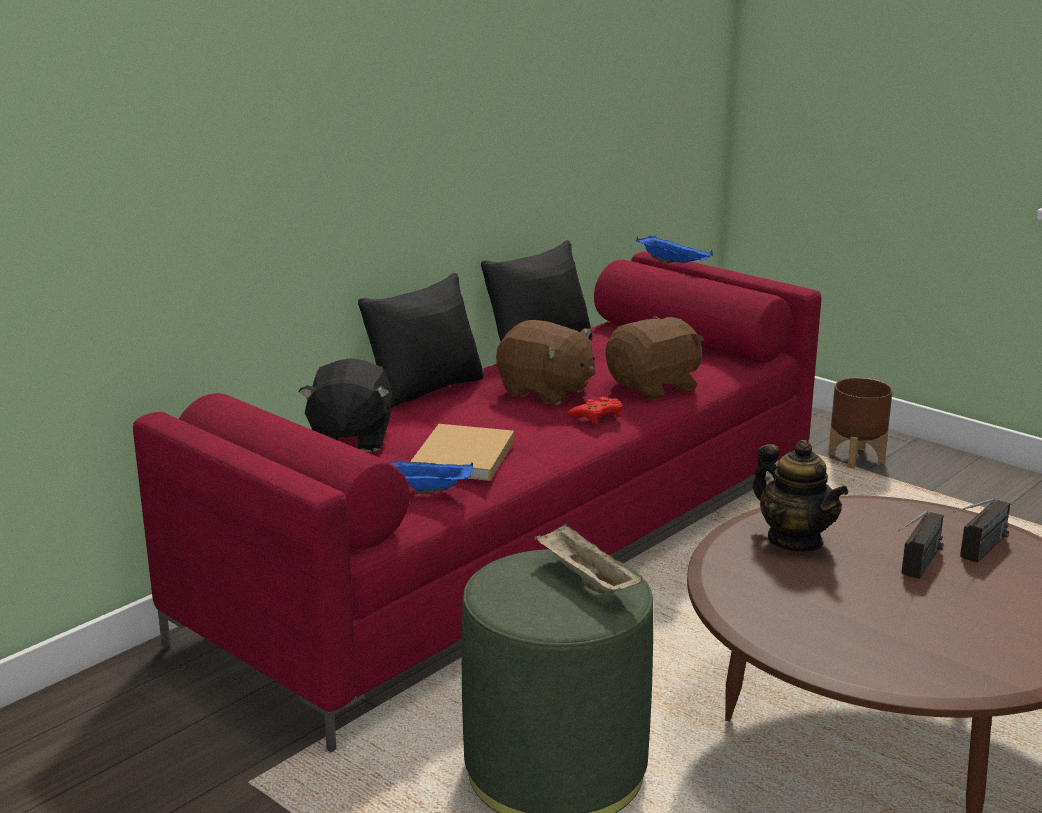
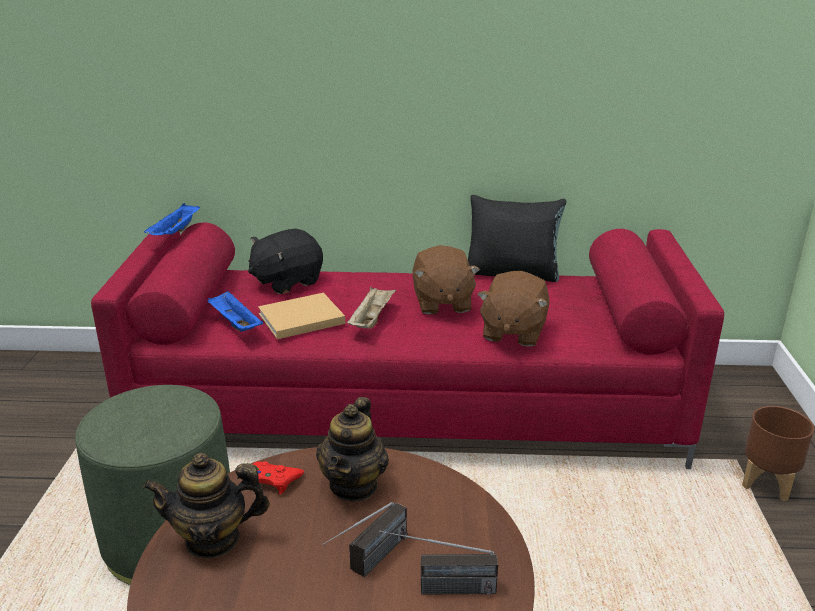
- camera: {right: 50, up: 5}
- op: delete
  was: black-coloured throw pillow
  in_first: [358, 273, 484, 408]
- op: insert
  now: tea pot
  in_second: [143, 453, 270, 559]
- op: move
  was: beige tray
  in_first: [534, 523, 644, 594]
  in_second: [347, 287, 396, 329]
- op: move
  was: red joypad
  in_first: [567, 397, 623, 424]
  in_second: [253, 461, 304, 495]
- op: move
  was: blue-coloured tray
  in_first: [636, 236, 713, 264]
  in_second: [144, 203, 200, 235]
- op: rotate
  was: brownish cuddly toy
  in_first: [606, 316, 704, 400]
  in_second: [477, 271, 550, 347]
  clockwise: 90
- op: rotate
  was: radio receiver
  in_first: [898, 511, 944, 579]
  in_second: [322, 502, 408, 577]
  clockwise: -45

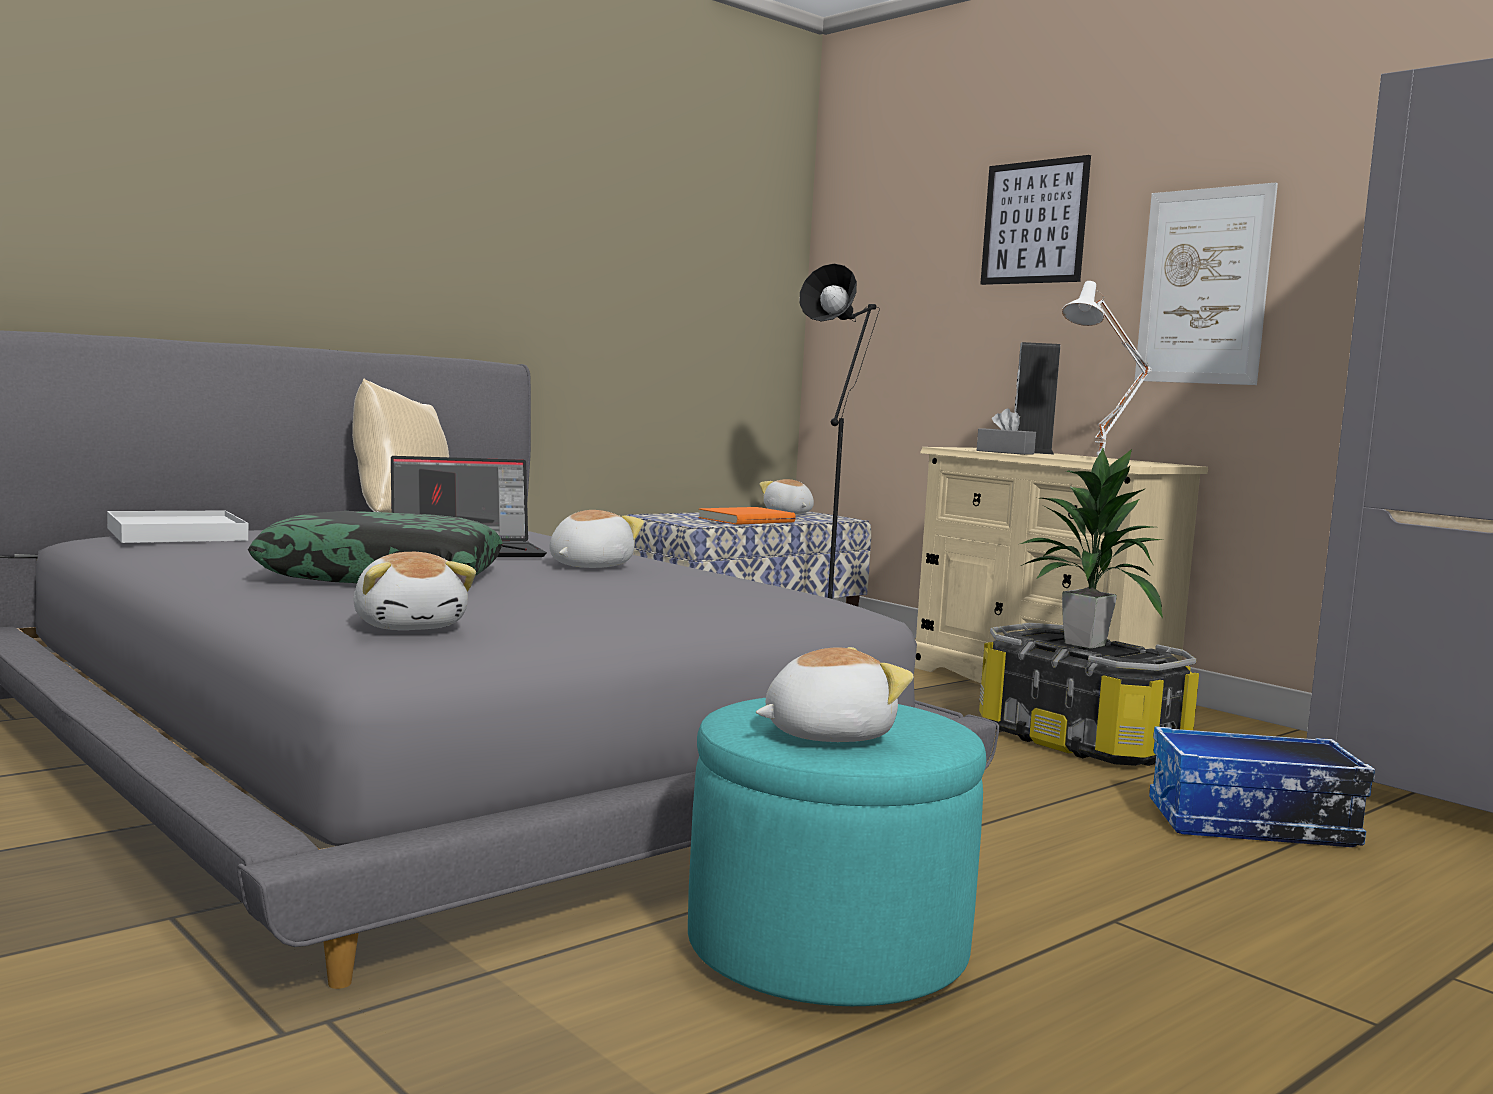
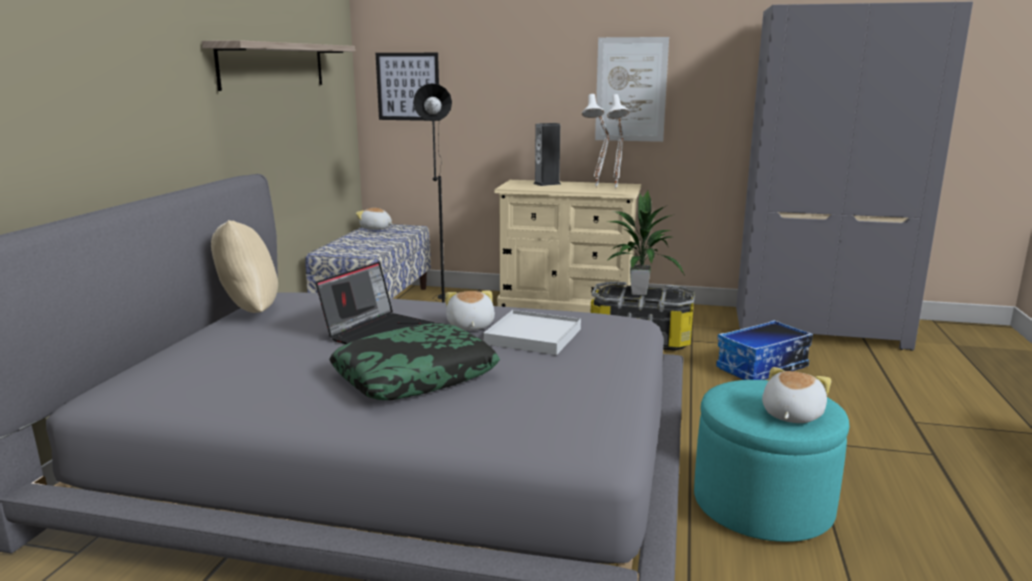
- camera: {right: -35, up: 10}
- op: delete
  was: cuddly toy
  in_first: [353, 552, 476, 630]
- op: delete
  was: orange-coloured volume
  in_first: [698, 507, 796, 525]
- op: delete
  was: greyish tissue holder
  in_first: [977, 408, 1036, 455]
- op: insert
  now: shelf
  in_second: [202, 40, 355, 91]
- op: insert
  now: white tabletop lamp
  in_second: [607, 94, 630, 190]
- op: move
  was: white tray
  in_first: [107, 511, 248, 543]
  in_second: [483, 310, 581, 355]
- op: move
  was: wall art
  in_first: [980, 155, 1091, 285]
  in_second: [376, 53, 440, 121]

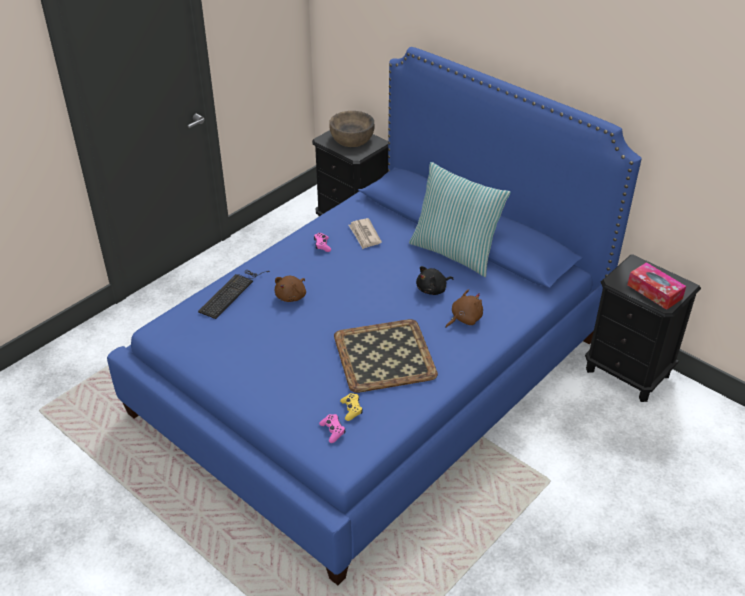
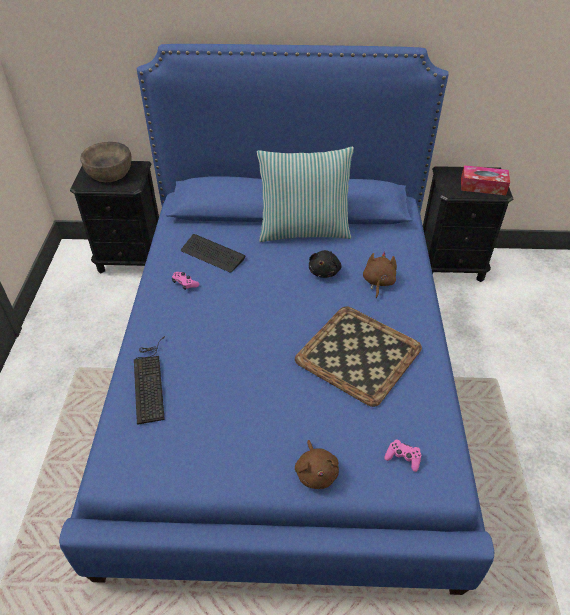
- camera: {right: -40, up: 5}
- op: delete
  was: yellow joypad
  in_first: [340, 393, 363, 421]
- op: move
  was: brownish cuddly toy
  in_first: [274, 276, 306, 302]
  in_second: [295, 440, 339, 489]
- op: replace
  was: newspaper
  now: PC keyboard
  in_first: [348, 218, 382, 249]
  in_second: [181, 234, 246, 273]

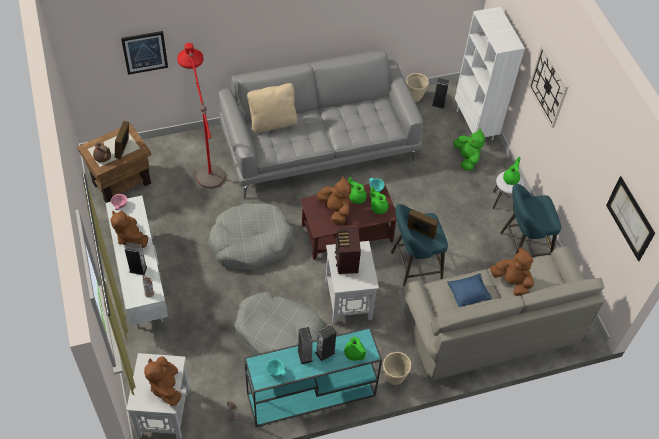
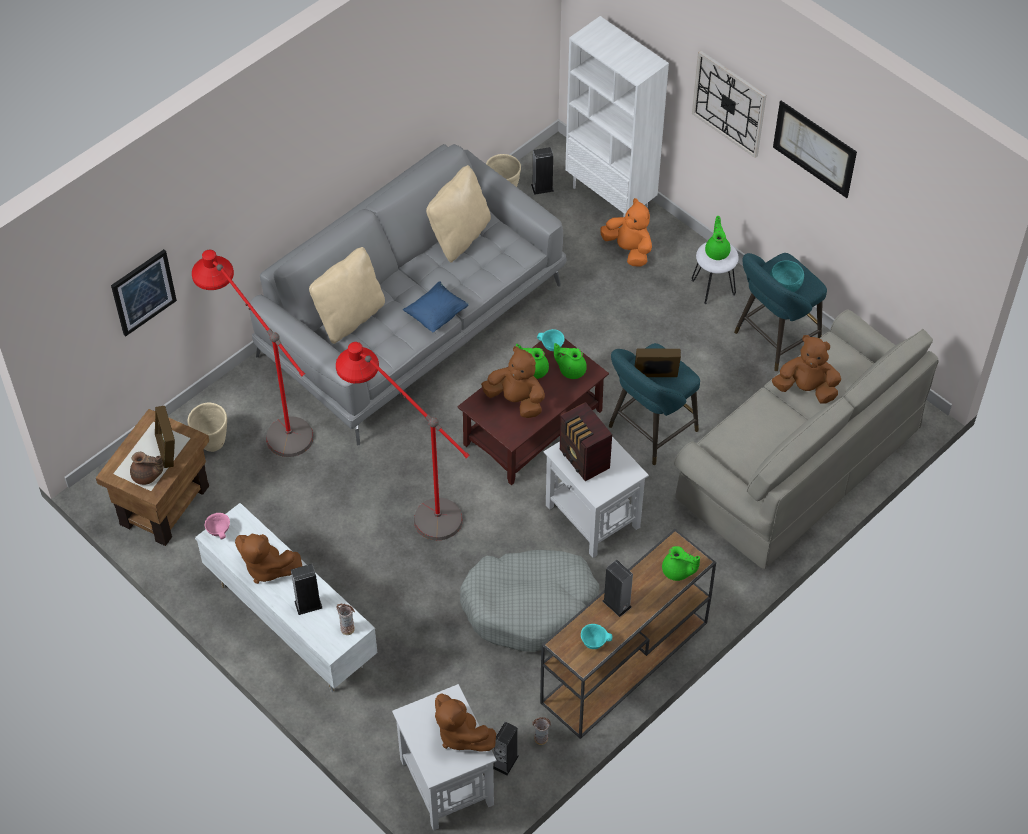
- camera: {right: -25, up: 0}
- op: insert
  now: beige throw pillow
  in_second: [426, 165, 491, 263]
- op: insert
  now: blue-green bowl
  in_second: [770, 260, 804, 292]
- op: move
  was: speaker
  in_first: [315, 325, 336, 361]
  in_second: [493, 722, 519, 776]
- op: move
  was: beige flower pot
  in_first: [383, 352, 411, 385]
  in_second: [187, 403, 227, 452]
- op: move
  was: blue-coloured throw pillow
  in_first: [447, 273, 492, 307]
  in_second: [403, 281, 469, 332]
- op: move
  was: wall art
  in_first: [606, 176, 655, 261]
  in_second: [773, 101, 857, 198]
- op: replace
  was: greyish dog bed
  now: red floor lamp
  in_first: [208, 203, 294, 270]
  in_second: [336, 342, 470, 540]
- op: recolor
  was: blue-green narrow table
  now: brownish narrow table
  in_first: [244, 327, 382, 427]
  in_second: [540, 529, 716, 739]
- op: recolor
  was: green cuddly toy
  now: orange-coloured cuddly toy
  in_first: [453, 128, 485, 171]
  in_second: [601, 198, 652, 267]

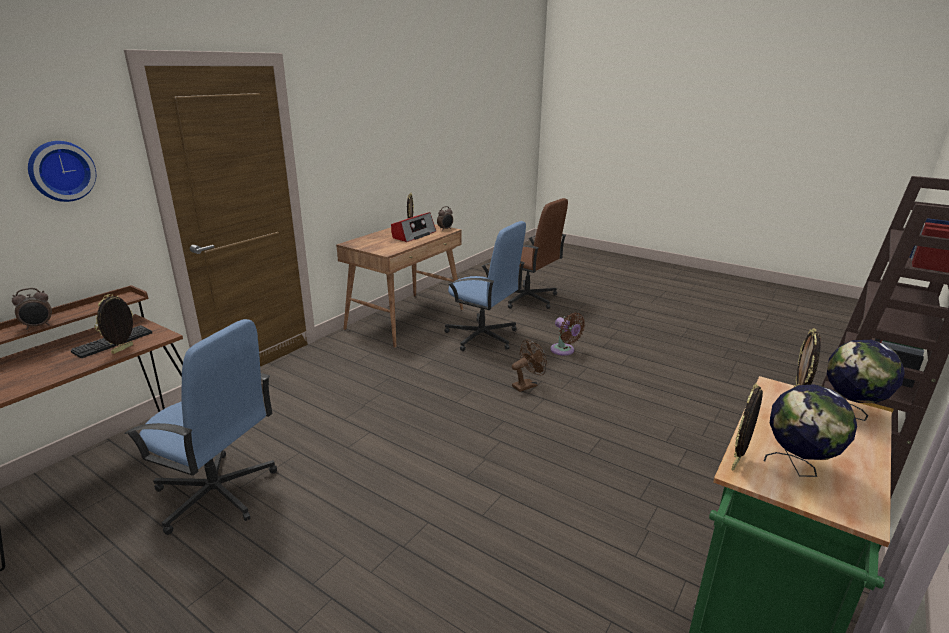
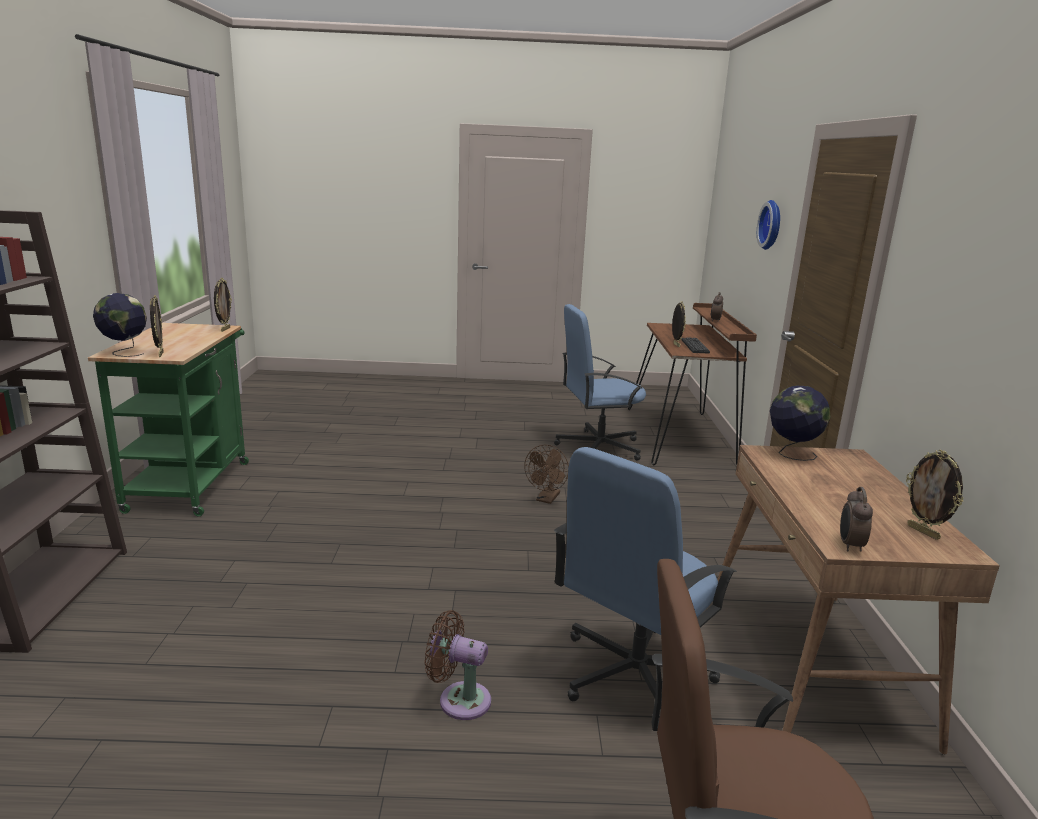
- camera: {right: 145, up: -5}
- op: delete
  was: radio receiver
  in_first: [391, 212, 436, 242]
- op: move
  was: brownish fan
  in_first: [512, 339, 547, 392]
  in_second: [524, 445, 569, 504]
- op: move
  was: world globe
  in_first: [764, 384, 857, 477]
  in_second: [770, 386, 831, 461]
- op: rotate
  was: blue-coloured office chair
  in_first: [444, 221, 526, 351]
  in_second: [554, 447, 737, 709]
  clockwise: -45

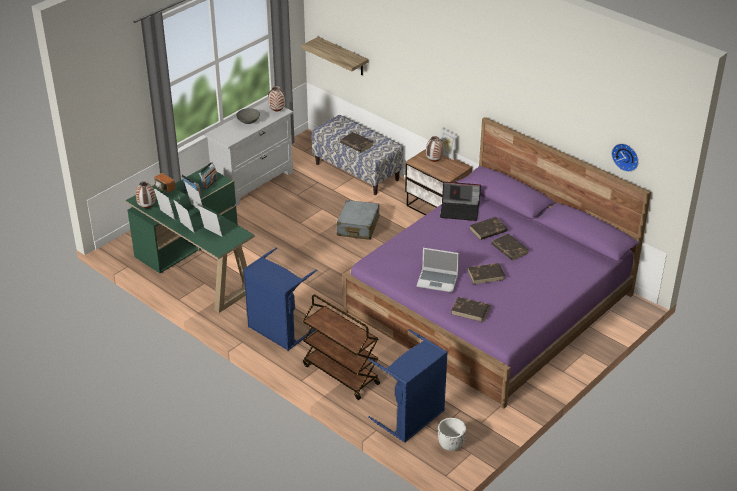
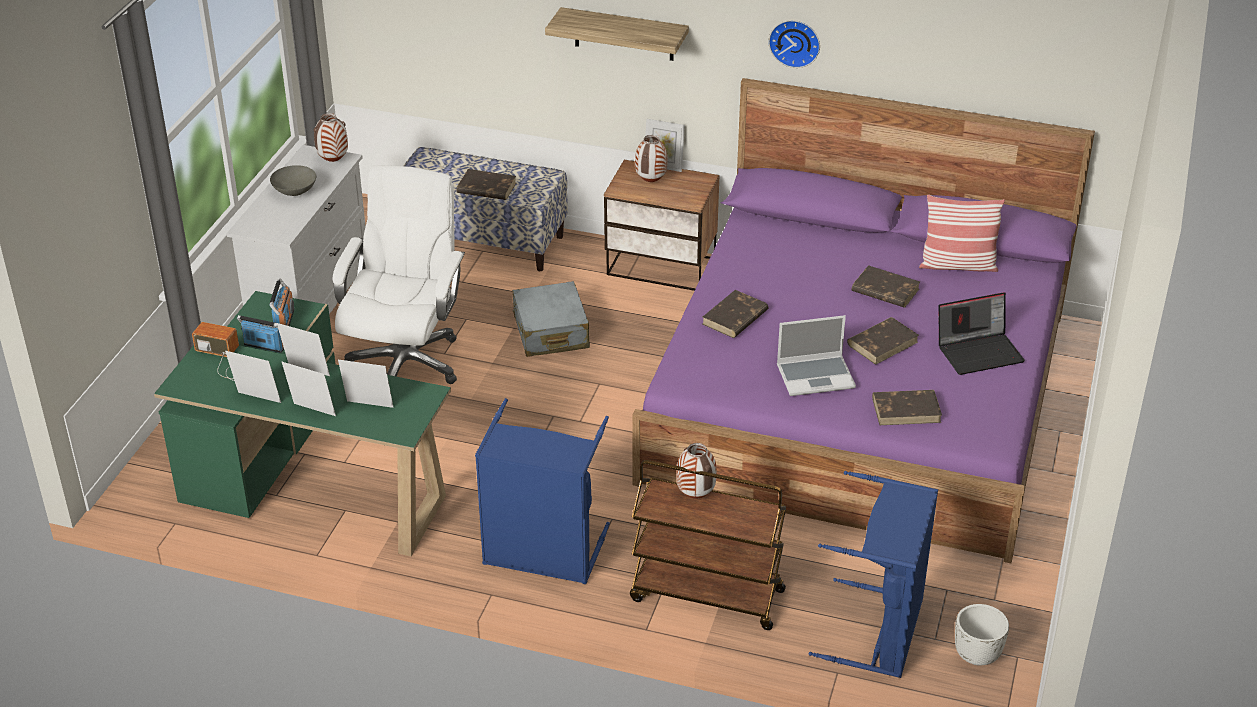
- camera: {right: -25, up: 0}
- op: insert
  now: white office chair
  in_second: [333, 165, 465, 384]
- op: insert
  now: throw pillow
  in_second: [919, 194, 1005, 272]
- op: move
  was: decorative vase
  in_first: [136, 181, 155, 208]
  in_second: [676, 443, 717, 499]
- op: move
  was: shelf
  in_first: [301, 37, 369, 75]
  in_second: [545, 7, 689, 61]
- op: move
  was: portable computer
  in_first: [440, 182, 481, 221]
  in_second: [938, 292, 1025, 375]
- op: move
  was: brownish volume
  in_first: [470, 217, 507, 240]
  in_second: [702, 290, 768, 338]
- op: move
  was: hanging clock
  in_first: [612, 143, 639, 172]
  in_second: [768, 20, 820, 68]

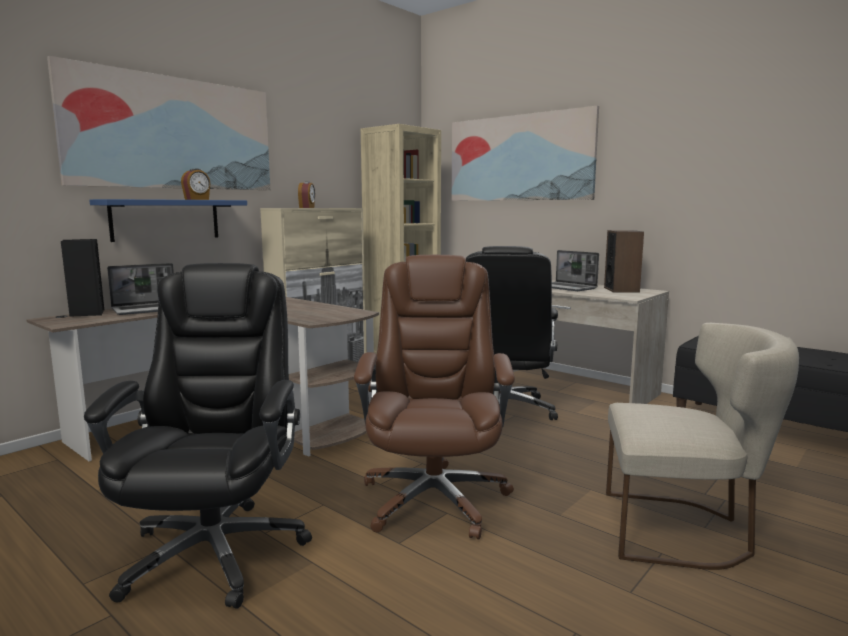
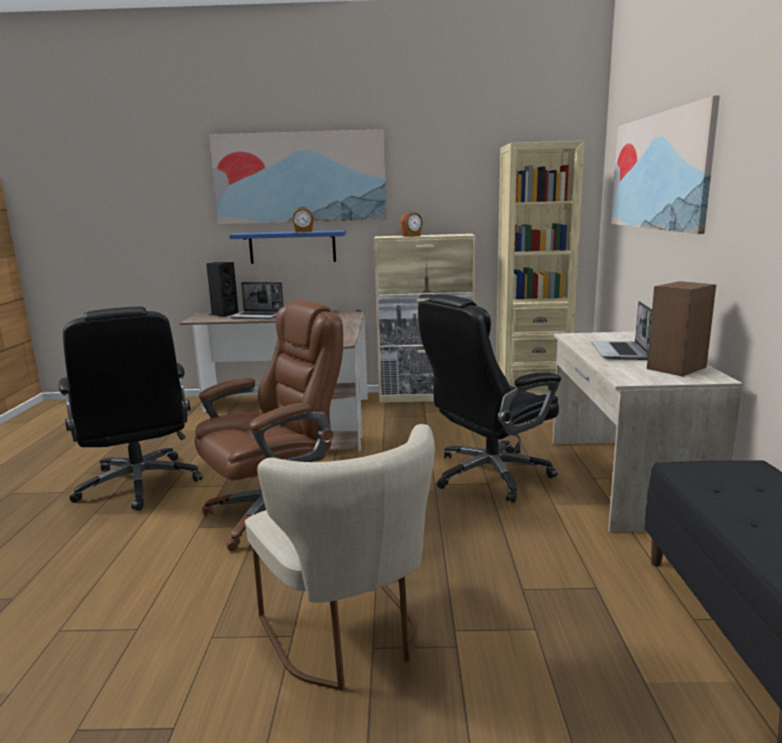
- camera: {right: 50, up: 5}
- op: rotate
  was: black-coloured office chair
  in_first: [84, 263, 312, 609]
  in_second: [58, 307, 203, 510]
  clockwise: 105

